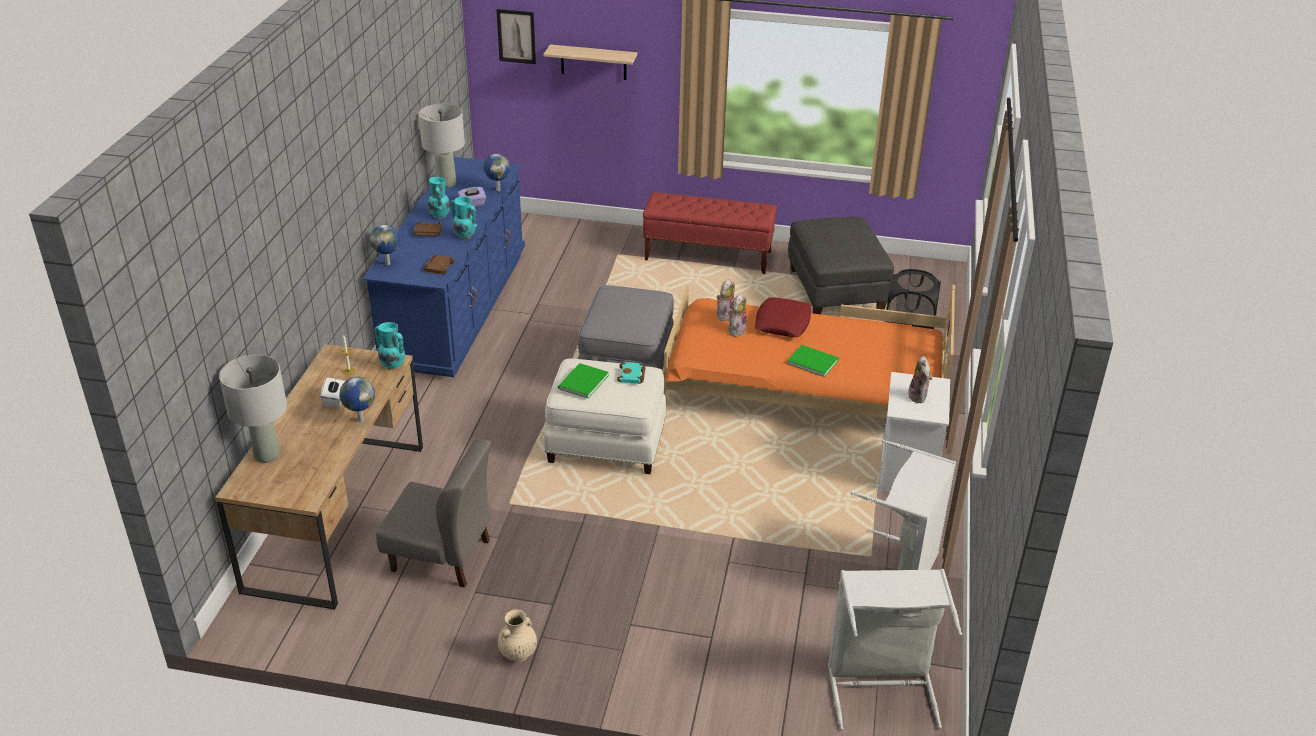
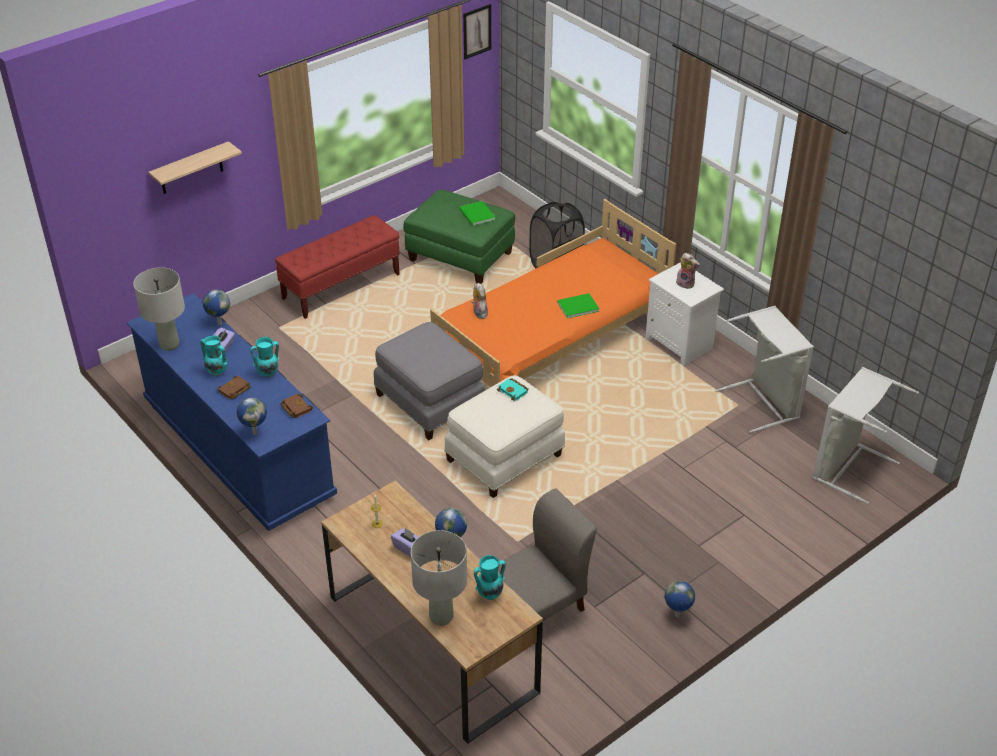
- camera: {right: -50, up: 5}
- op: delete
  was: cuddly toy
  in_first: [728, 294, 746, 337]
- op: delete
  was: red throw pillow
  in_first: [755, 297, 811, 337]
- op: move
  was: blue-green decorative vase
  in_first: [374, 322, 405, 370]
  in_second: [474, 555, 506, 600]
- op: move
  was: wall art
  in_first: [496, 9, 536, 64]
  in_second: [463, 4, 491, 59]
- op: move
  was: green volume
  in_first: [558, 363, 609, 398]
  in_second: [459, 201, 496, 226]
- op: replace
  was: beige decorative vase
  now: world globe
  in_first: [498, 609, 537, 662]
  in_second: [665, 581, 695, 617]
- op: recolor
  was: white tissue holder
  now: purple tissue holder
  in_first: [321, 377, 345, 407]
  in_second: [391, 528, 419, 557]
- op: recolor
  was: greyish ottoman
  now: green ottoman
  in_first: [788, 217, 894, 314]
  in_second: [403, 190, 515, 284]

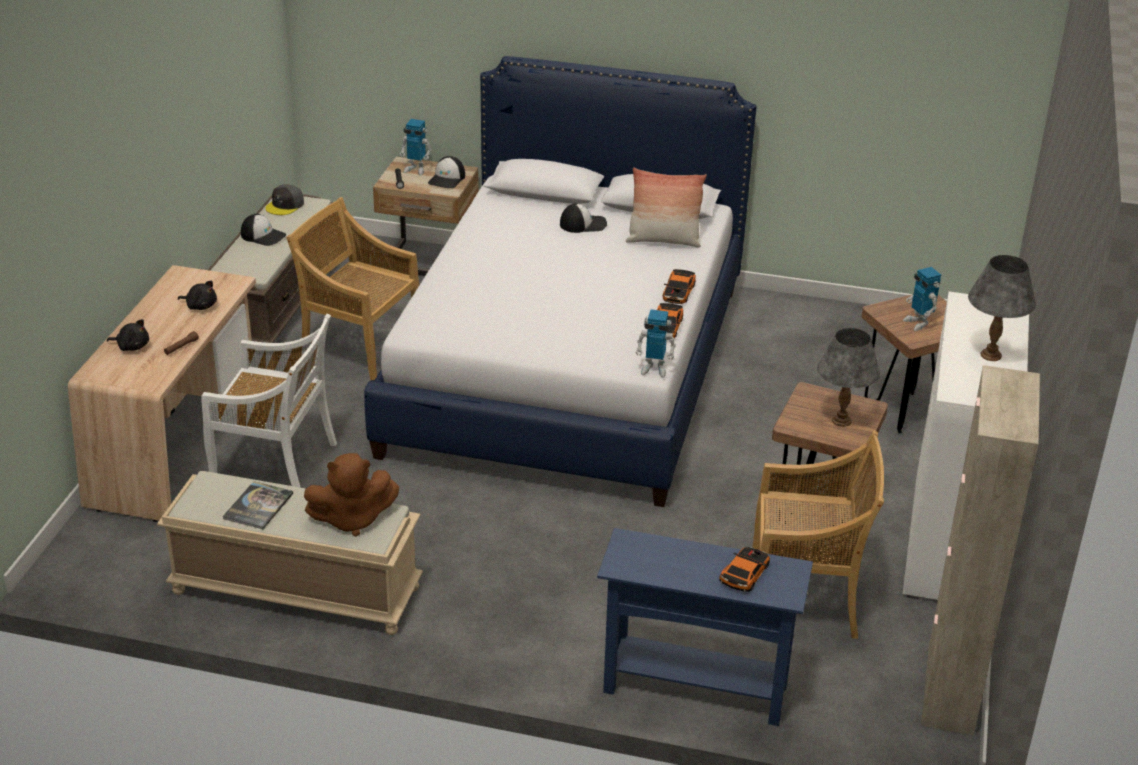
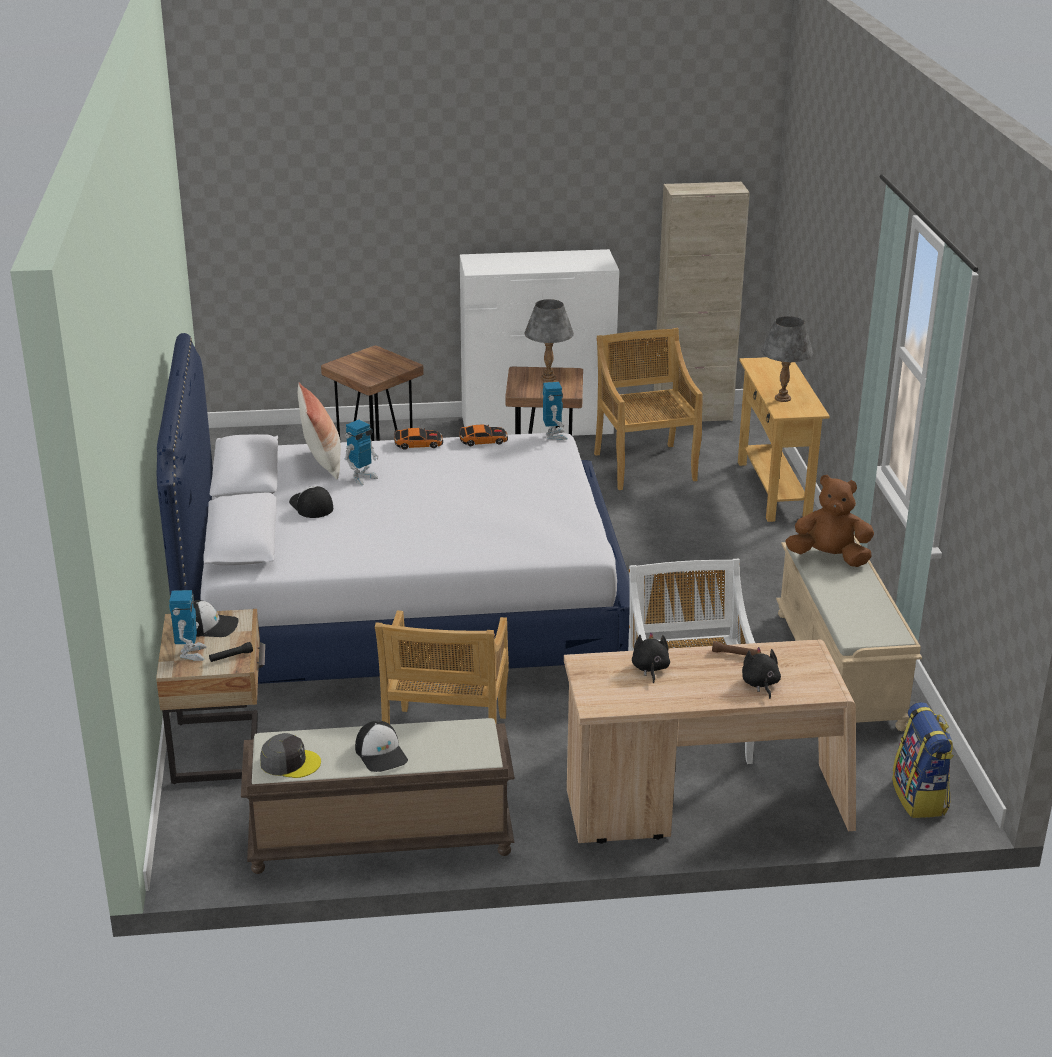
- camera: {right: -110, up: -5}
- op: delete
  was: volume
  in_first: [222, 481, 293, 529]
- op: delete
  was: toy car
  in_first: [719, 547, 770, 592]
- op: insert
  now: backpack
  in_second: [892, 702, 954, 818]
- op: move
  was: toy robot
  in_first: [903, 267, 941, 331]
  in_second: [345, 420, 378, 485]
- op: move
  was: greyish tabletop lamp
  in_first: [968, 255, 1036, 361]
  in_second: [761, 316, 813, 402]
- op: recolor
  was: blue-coloured narrow table
  now: beige narrow table
  in_first: [597, 528, 813, 726]
  in_second: [738, 357, 830, 522]
- op: rotate
  was: peaked cap
  in_first: [241, 214, 286, 246]
  in_second: [355, 721, 408, 772]
  clockwise: 150
- op: rotate
  was: brownish cuddly toy
  in_first: [304, 453, 399, 537]
  in_second: [785, 475, 874, 567]
  clockwise: -45

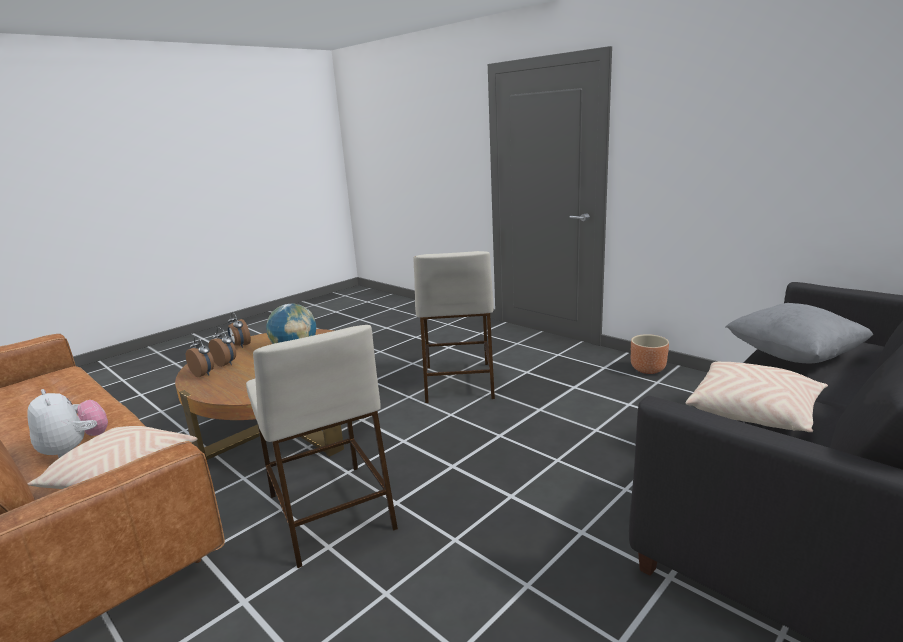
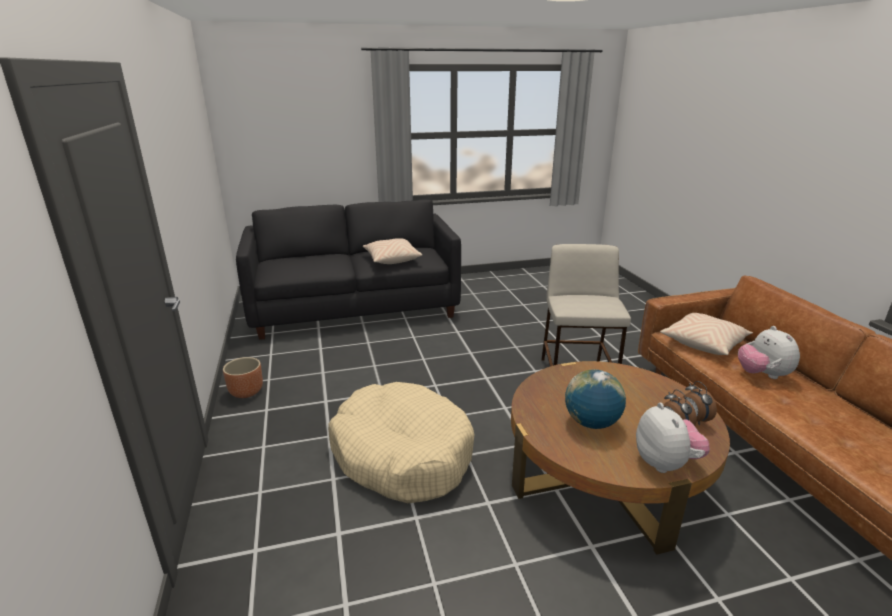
- camera: {right: -150, up: 5}
- op: delete
  was: greyish throw pillow
  in_first: [725, 303, 874, 363]
- op: replace
  was: bedside clock
  now: cuddly toy
  in_first: [228, 312, 251, 348]
  in_second: [636, 403, 710, 473]
- op: replace
  was: beige sitting stool
  now: beige dog bed
  in_first: [414, 251, 495, 403]
  in_second: [328, 382, 474, 503]

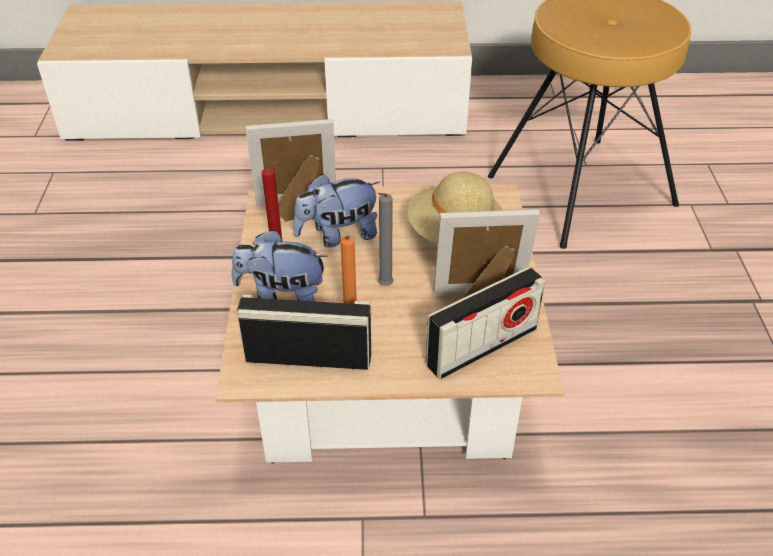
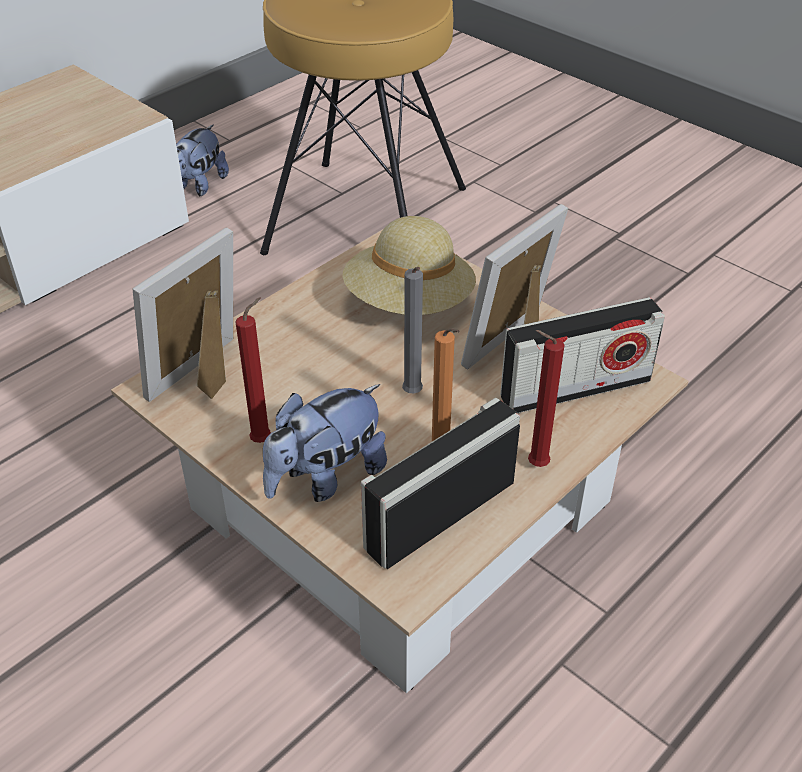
- camera: {right: -45, up: 0}
- op: insert
  now: red candle
  in_second: [528, 330, 564, 467]
- op: move
  was: cuddly toy
  in_first: [293, 174, 380, 247]
  in_second: [176, 124, 229, 196]
- op: rotate
  was: radio receiver
  in_first: [426, 267, 545, 379]
  in_second: [500, 297, 665, 413]
  clockwise: 60

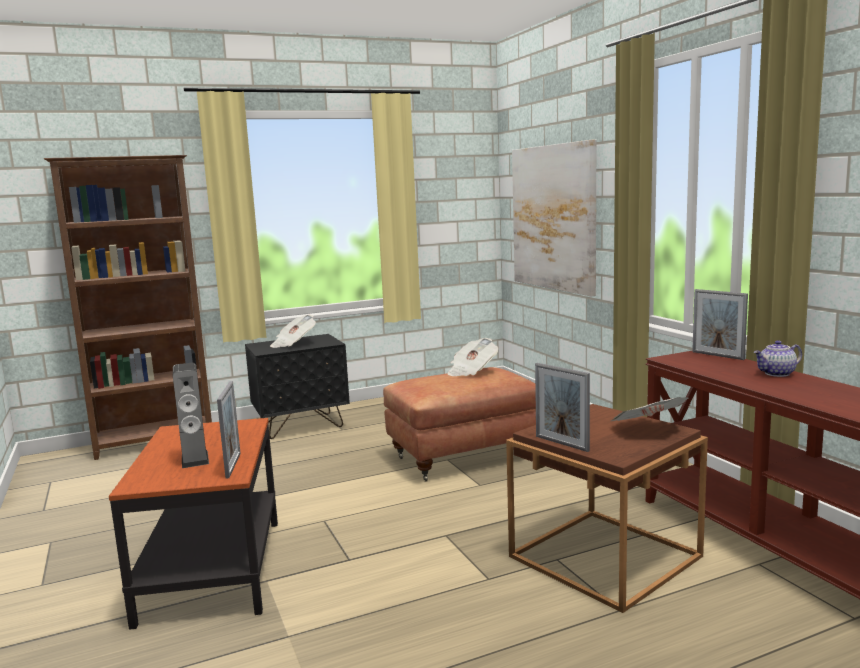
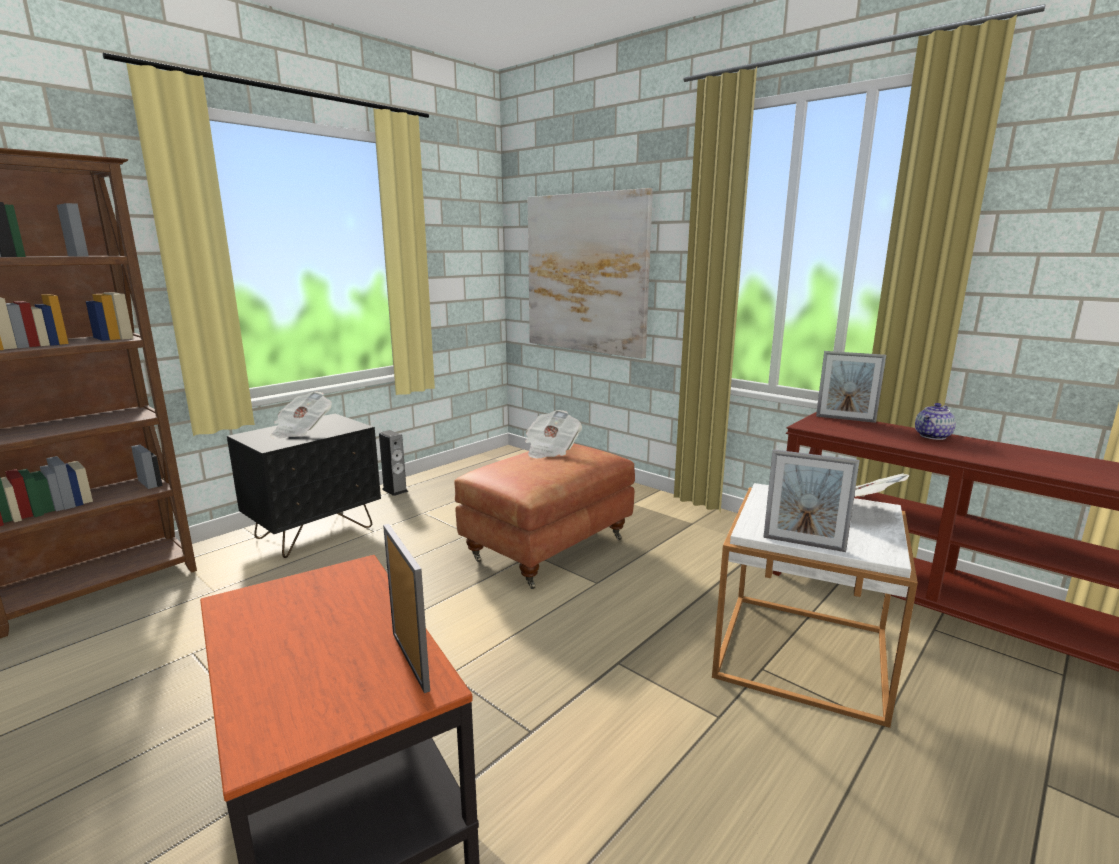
- camera: {right: -25, up: 5}
- op: move
  was: speaker
  in_first: [173, 363, 209, 468]
  in_second: [379, 430, 408, 496]
- op: recolor
  was: brownish end table
  now: white end table
  in_first: [506, 404, 708, 613]
  in_second: [712, 483, 918, 728]

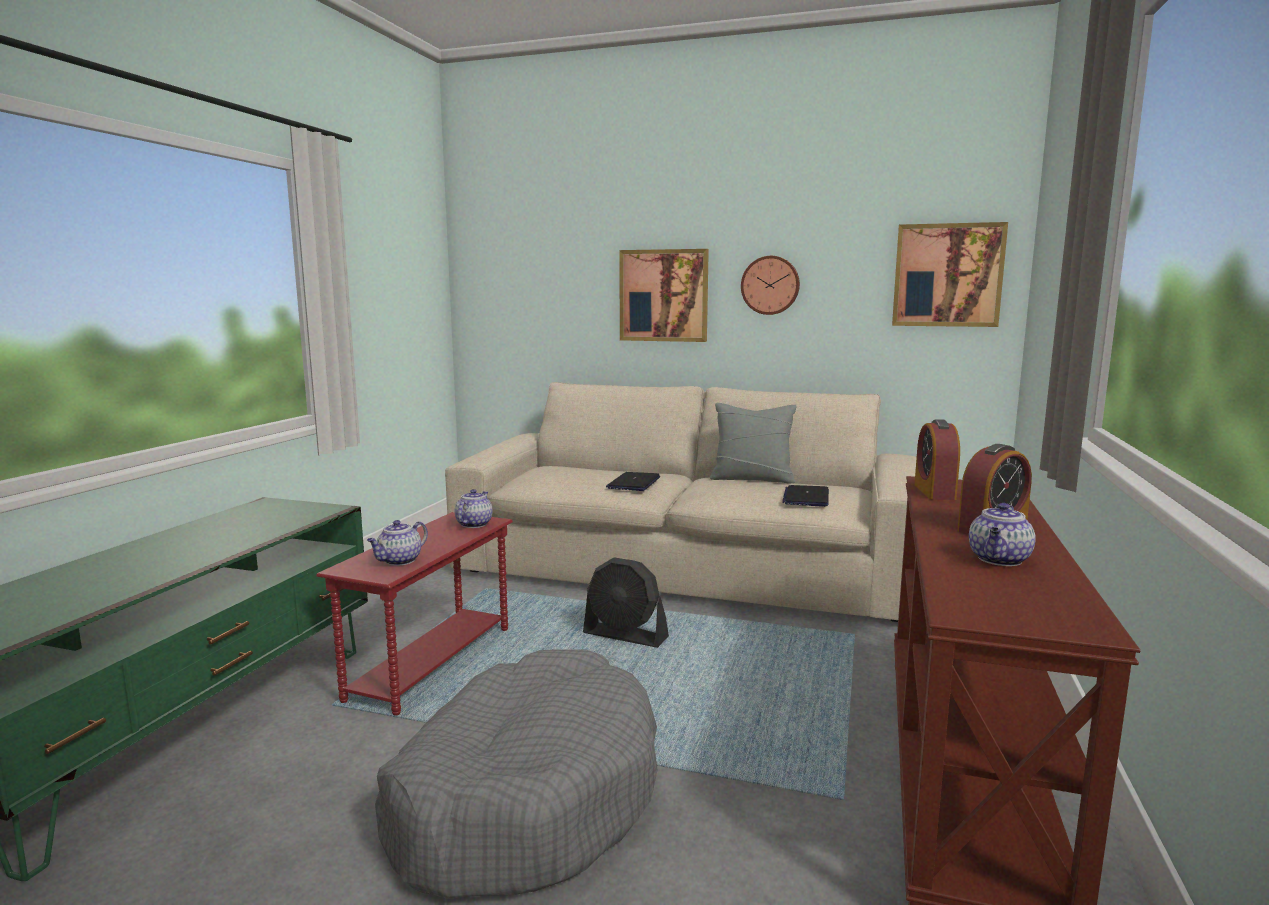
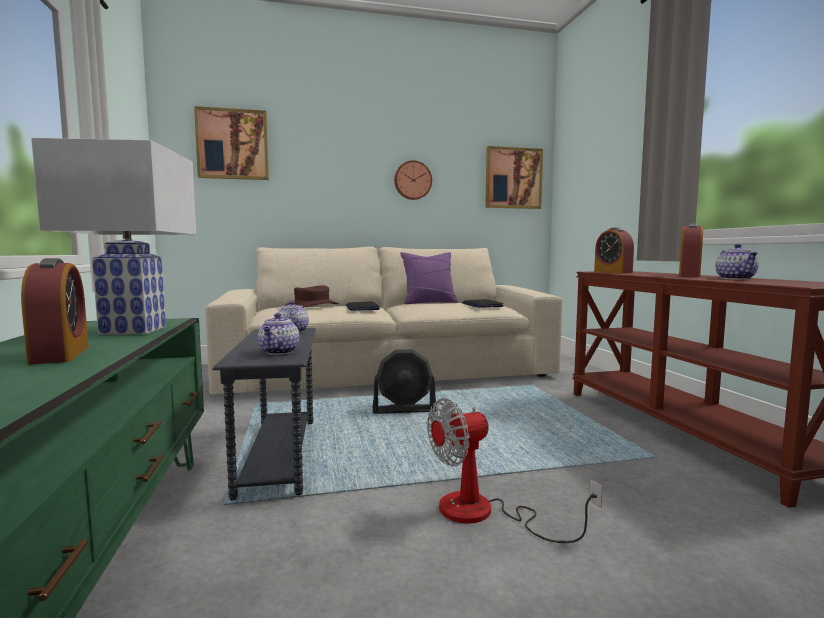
- camera: {right: -30, up: -5}
- op: insert
  now: bedside clock
  in_second: [21, 258, 89, 365]
- op: insert
  now: white tabletop lamp
  in_second: [31, 138, 196, 335]
- op: insert
  now: brownish hat
  in_second: [284, 285, 339, 308]
- op: move
  was: wall art
  in_first: [619, 249, 709, 342]
  in_second: [194, 106, 269, 180]
- op: replace
  was: greyish dog bed
  now: fan
  in_first: [375, 650, 658, 899]
  in_second: [427, 398, 602, 543]
- op: recolor
  was: red end table
  now: greyish end table
  in_first: [316, 512, 513, 716]
  in_second: [212, 328, 316, 500]
- op: recolor
  was: greyish throw pillow
  now: purple throw pillow
  in_first: [710, 403, 797, 483]
  in_second: [400, 252, 458, 304]

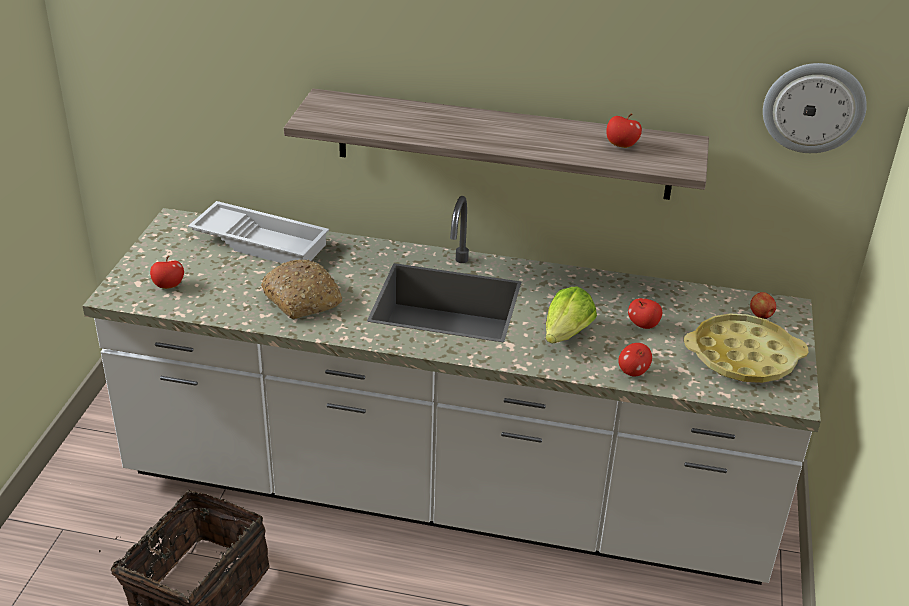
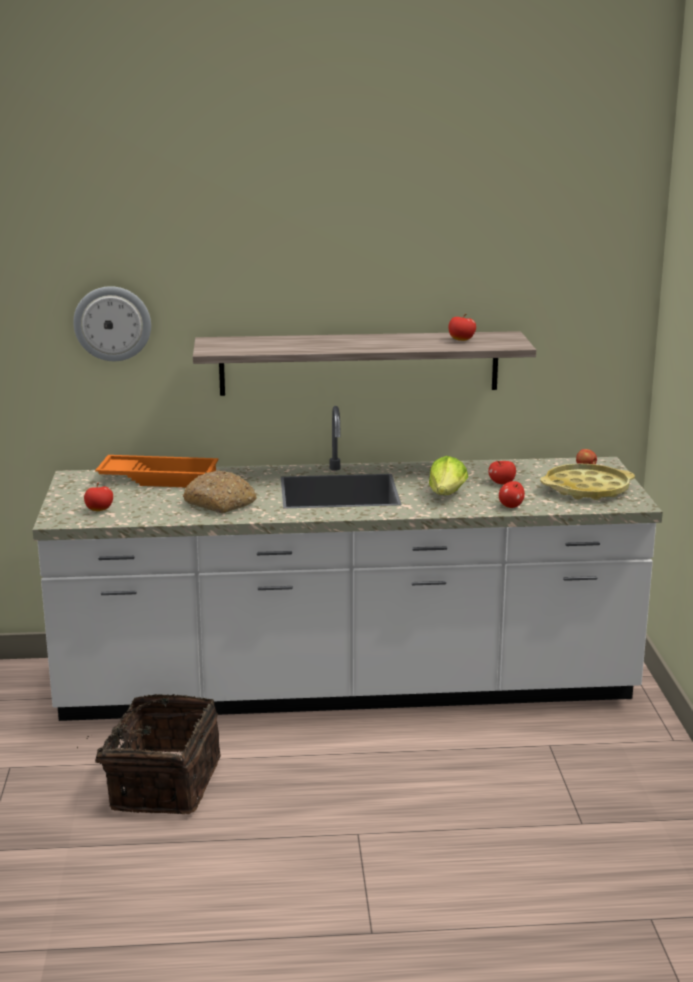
- camera: {right: -15, up: -15}
- op: move
  was: hanging clock
  in_first: [763, 63, 867, 153]
  in_second: [73, 286, 151, 361]
- op: recolor
  was: white tray
  now: orange-coloured tray
  in_first: [188, 201, 329, 263]
  in_second: [95, 455, 218, 488]

